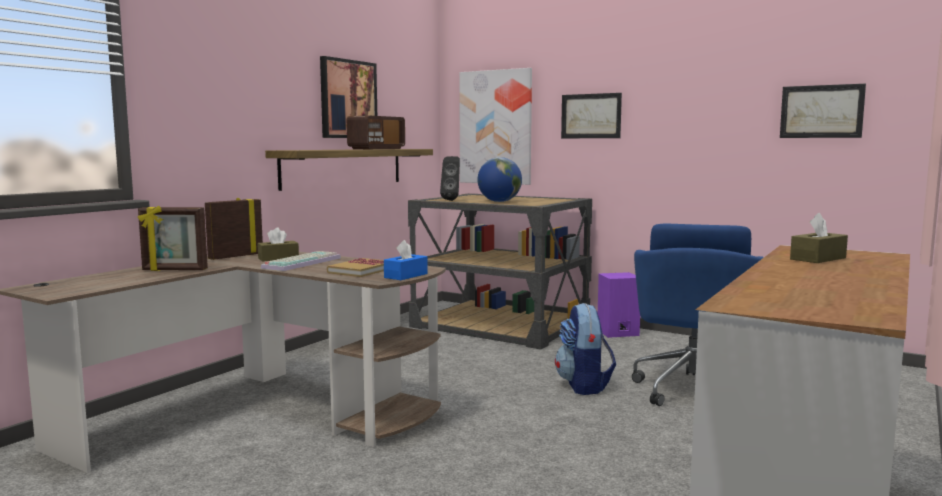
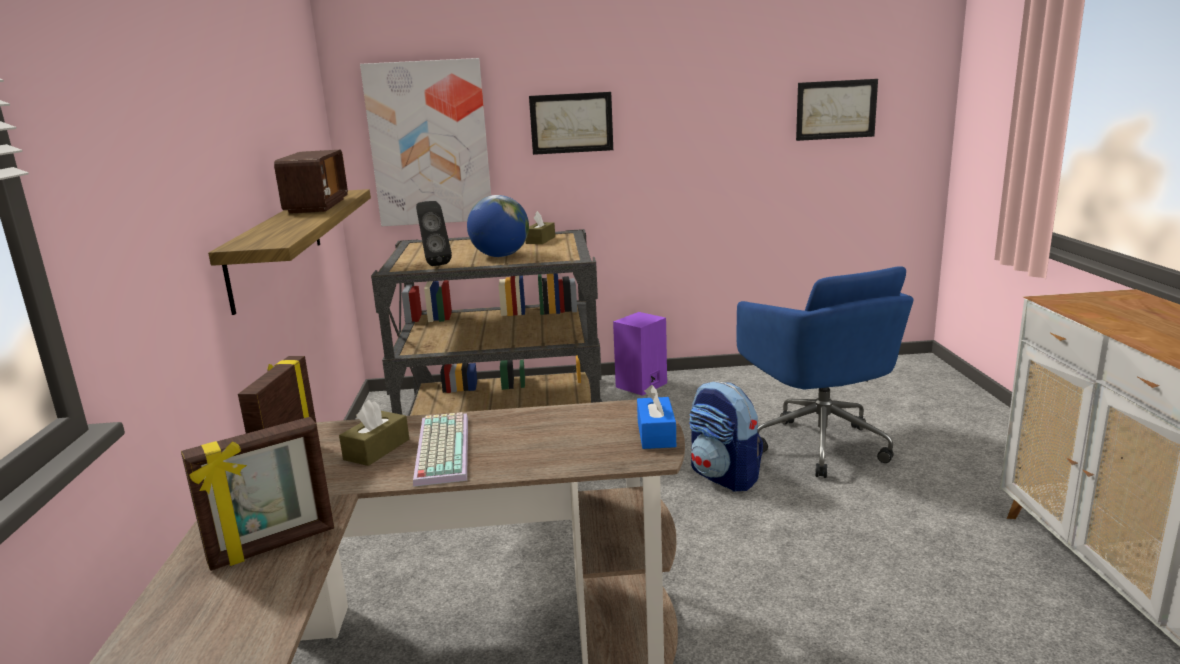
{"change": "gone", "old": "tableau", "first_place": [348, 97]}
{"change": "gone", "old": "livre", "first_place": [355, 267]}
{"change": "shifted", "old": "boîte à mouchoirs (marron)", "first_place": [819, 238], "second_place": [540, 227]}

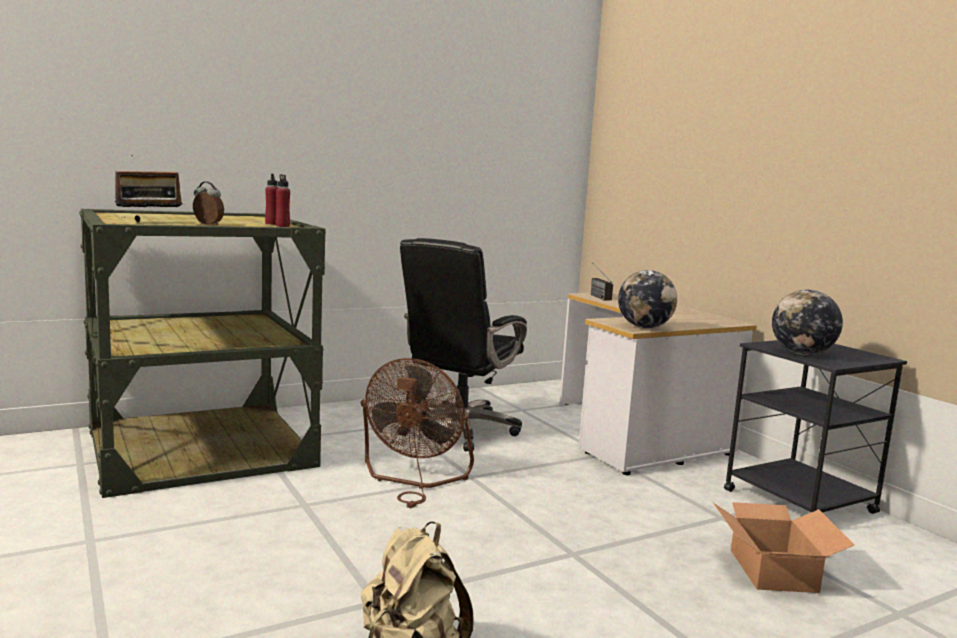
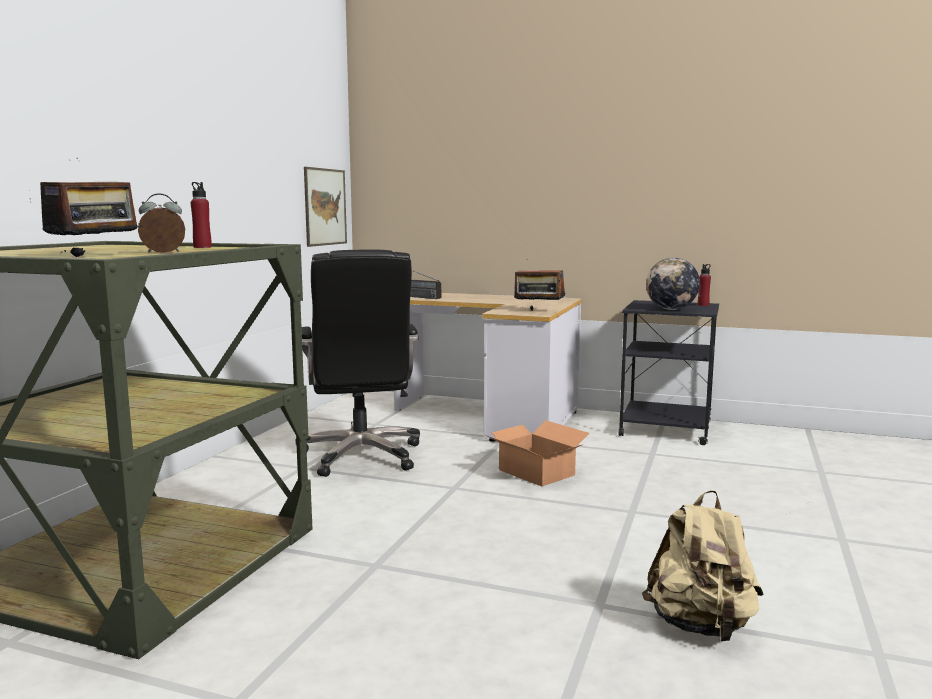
{"change": "gone", "old": "ventilateur (marron)", "first_place": [417, 433]}
{"change": "new", "new": "tableau", "second_place": [325, 207]}
{"change": "shifted", "old": "bouteille (rouge)", "first_place": [283, 200], "second_place": [704, 285]}
{"change": "shifted", "old": "carton", "first_place": [783, 547], "second_place": [537, 453]}
{"change": "swapped", "old": "globe", "new": "radio", "first_place": [647, 299], "second_place": [539, 285]}

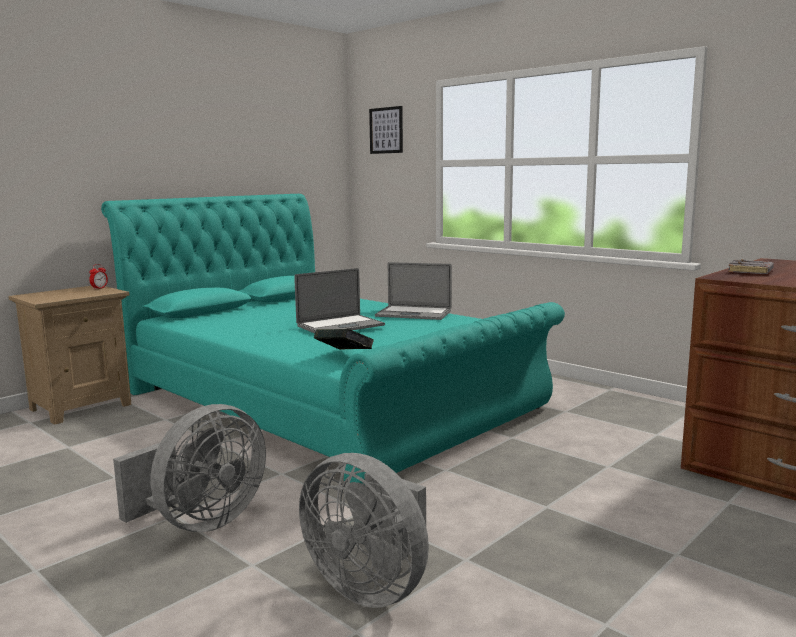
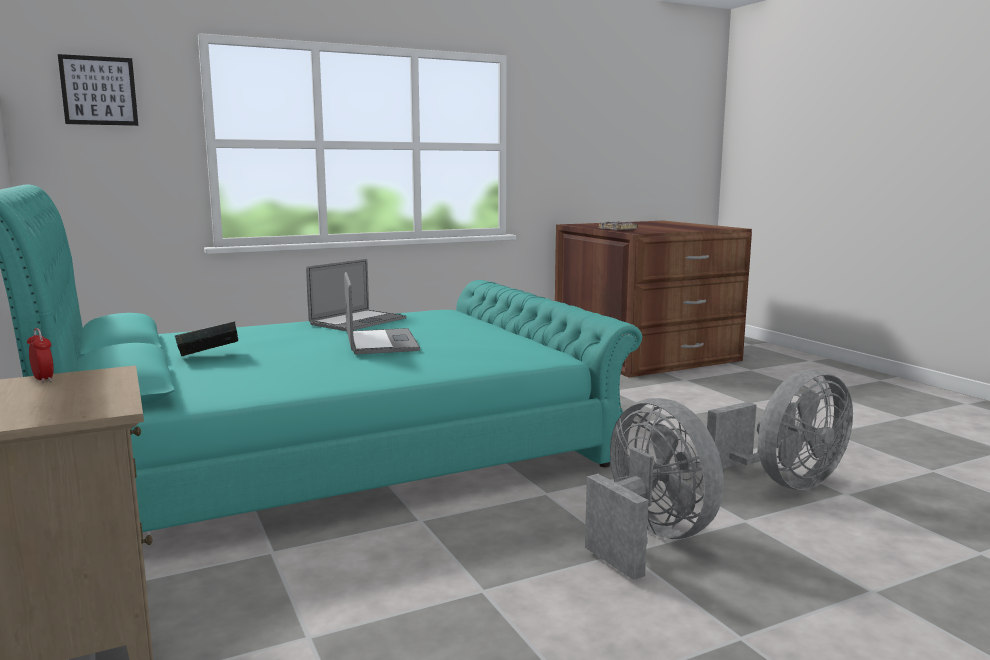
{"change": "shifted", "old": "livre", "first_place": [344, 339], "second_place": [206, 339]}

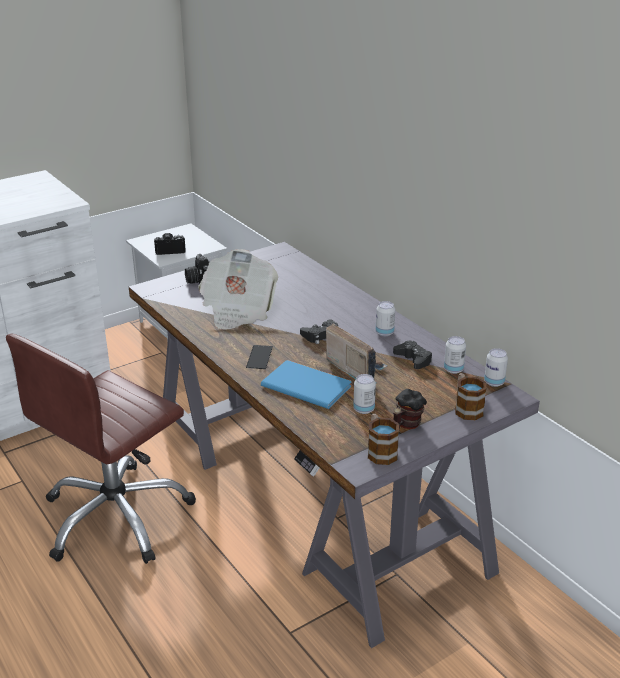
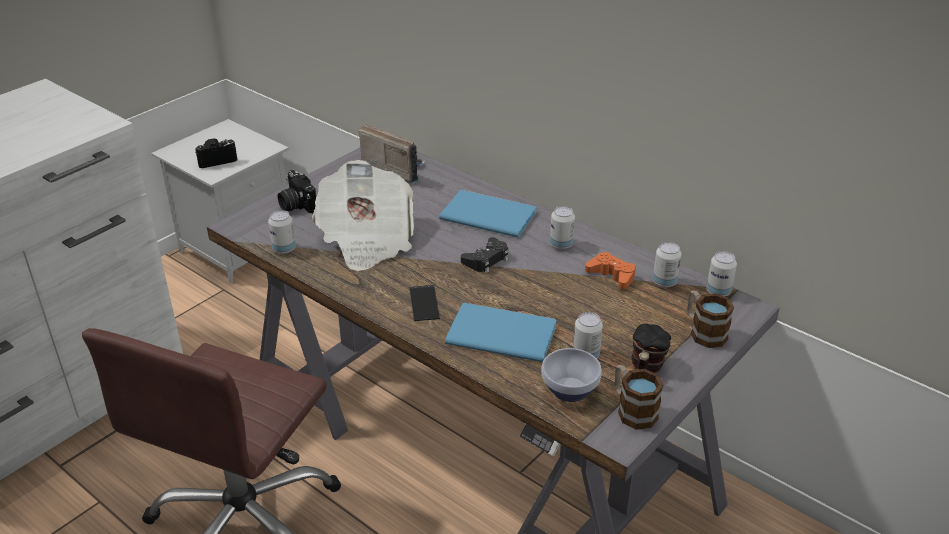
{"change": "new", "new": "boîte métallique", "second_place": [282, 232]}
{"change": "new", "new": "livre (bleu)", "second_place": [488, 214]}
{"change": "new", "new": "bol", "second_place": [572, 375]}
{"change": "shifted", "old": "radio", "first_place": [356, 353], "second_place": [392, 154]}
{"change": "repainted", "old": "manette (noir)", "new": "manette (orange)", "first_place": [412, 355], "second_place": [610, 270]}

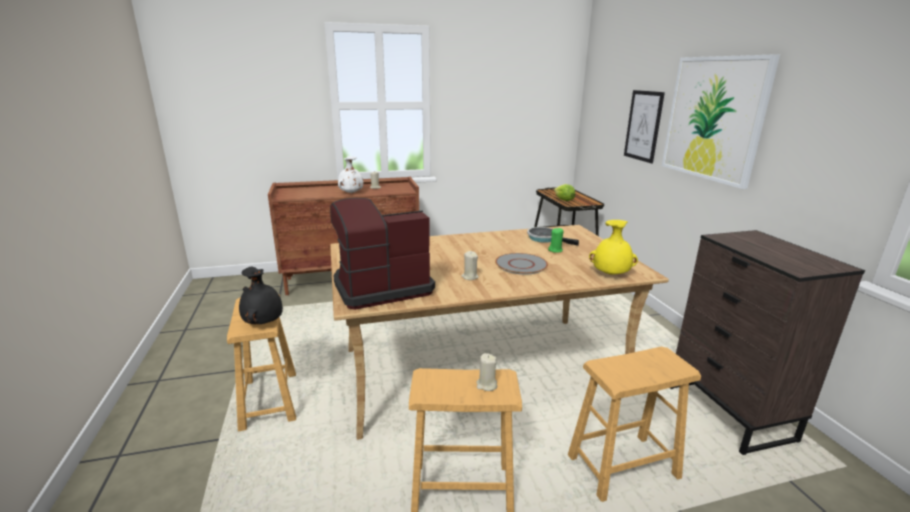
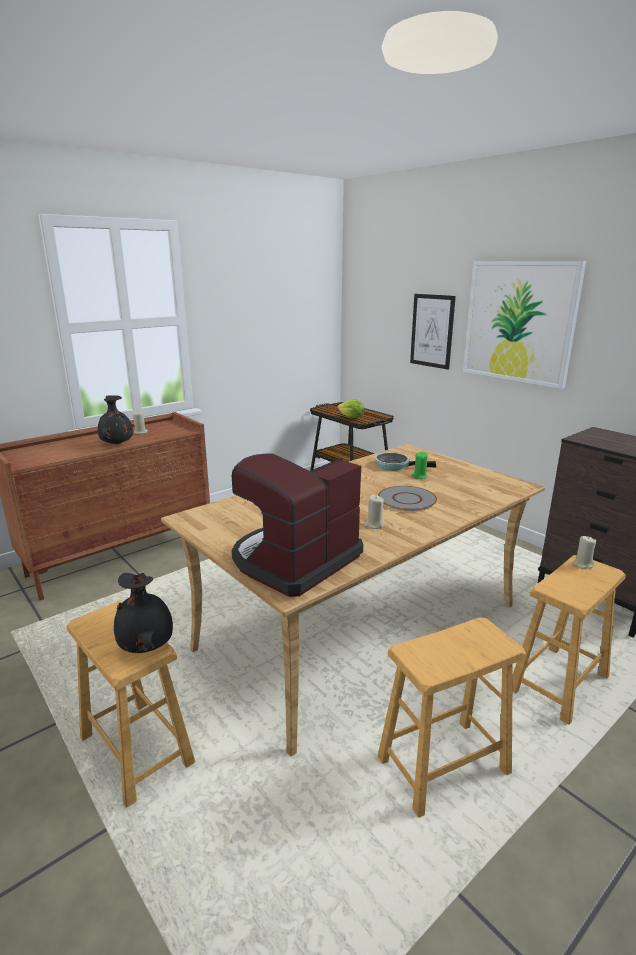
{"change": "gone", "old": "vase (jaune)", "first_place": [613, 247]}
{"change": "shifted", "old": "bougie (beige)", "first_place": [486, 372], "second_place": [585, 552]}
{"change": "repainted", "old": "vase (blanc)", "new": "vase (noir)", "first_place": [350, 174], "second_place": [115, 419]}

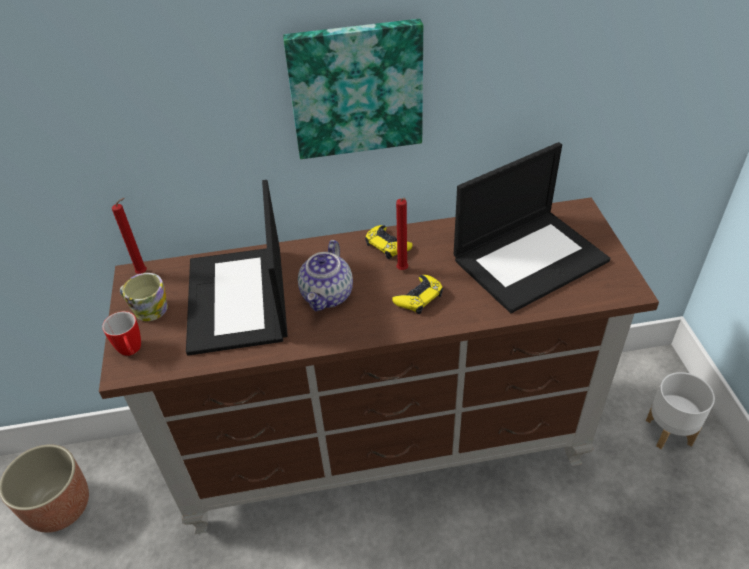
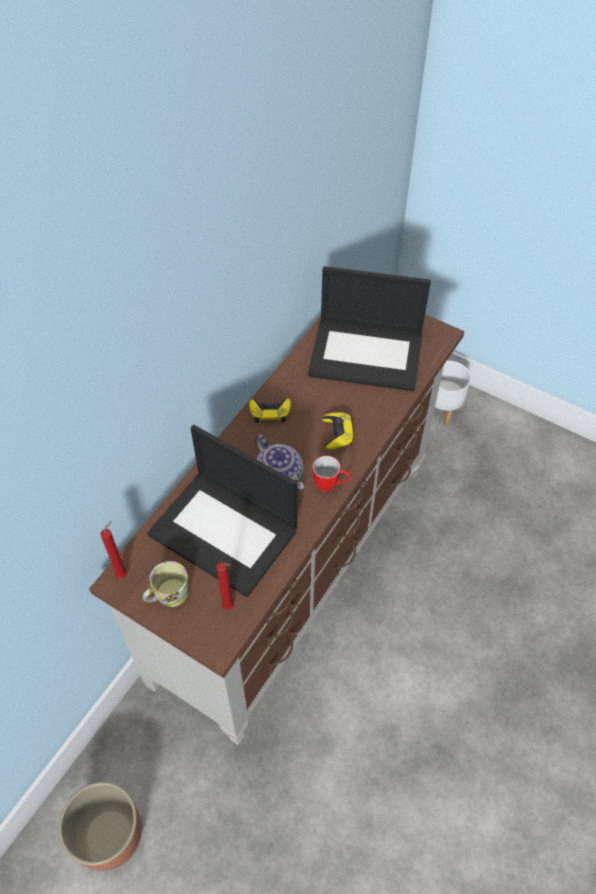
{"change": "gone", "old": "tableau", "first_place": [353, 89]}
{"change": "shifted", "old": "mug", "first_place": [121, 333], "second_place": [332, 474]}
{"change": "shifted", "old": "bougie (rouge)", "first_place": [402, 234], "second_place": [225, 586]}
{"change": "rotated", "old": "ordinateur portable", "first_place": [532, 227], "second_place": [369, 328], "degrees": 90}

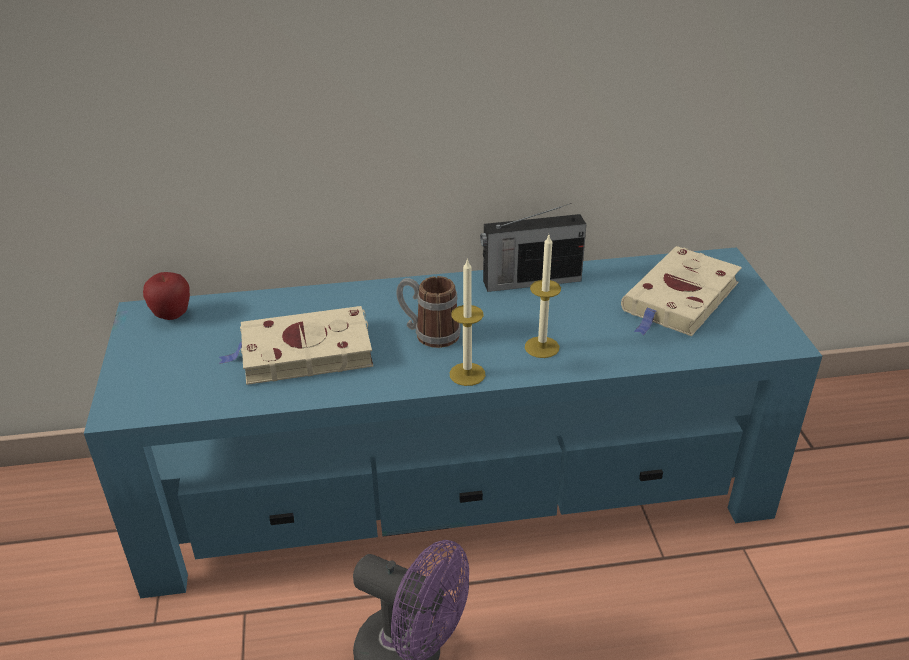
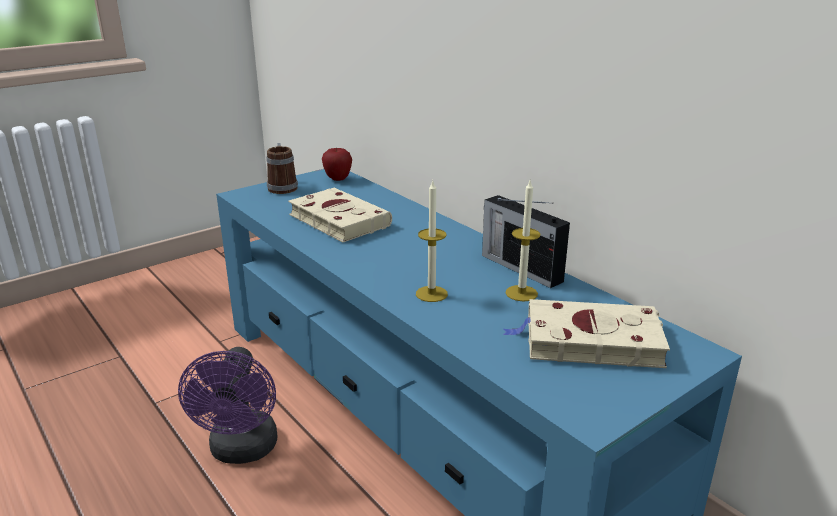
{"change": "shifted", "old": "mug", "first_place": [428, 312], "second_place": [282, 168]}
{"change": "shifted", "old": "bougie", "first_place": [467, 322], "second_place": [523, 241]}

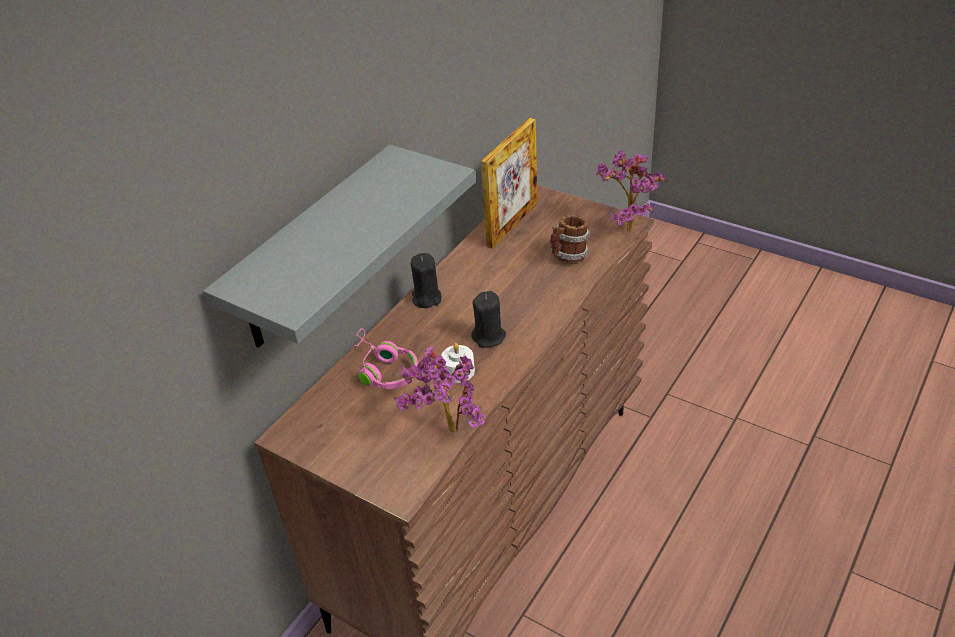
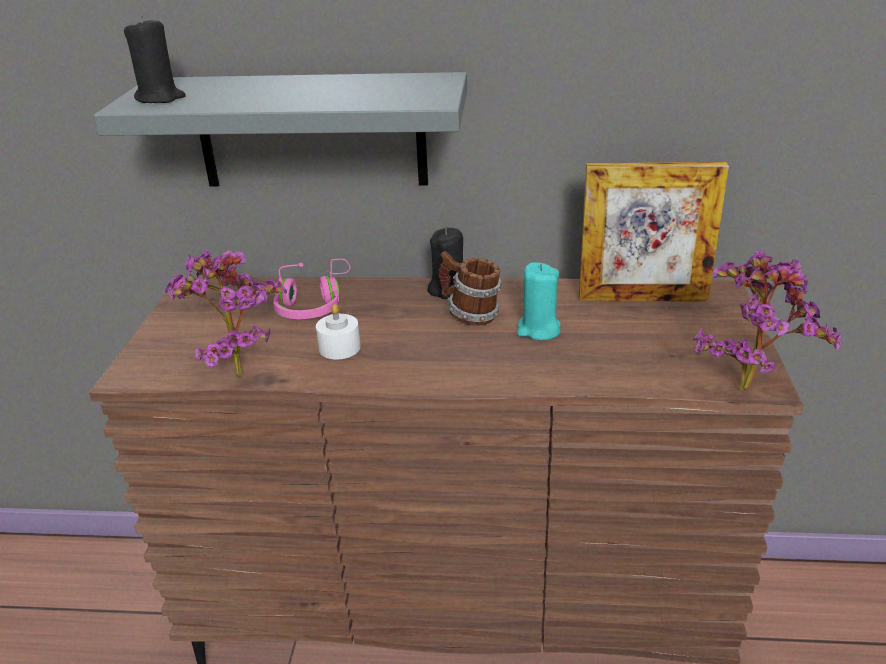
{"change": "new", "new": "bougie (turquoise)", "second_place": [539, 301]}
{"change": "shifted", "old": "bougie (noir)", "first_place": [488, 319], "second_place": [155, 59]}
{"change": "shifted", "old": "mug", "first_place": [570, 239], "second_place": [470, 288]}

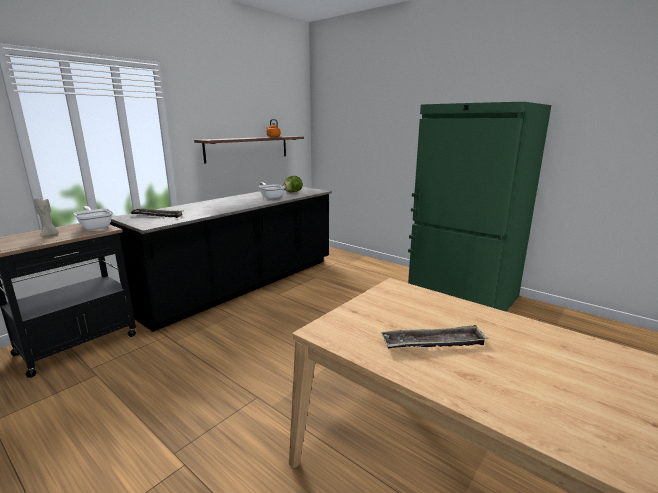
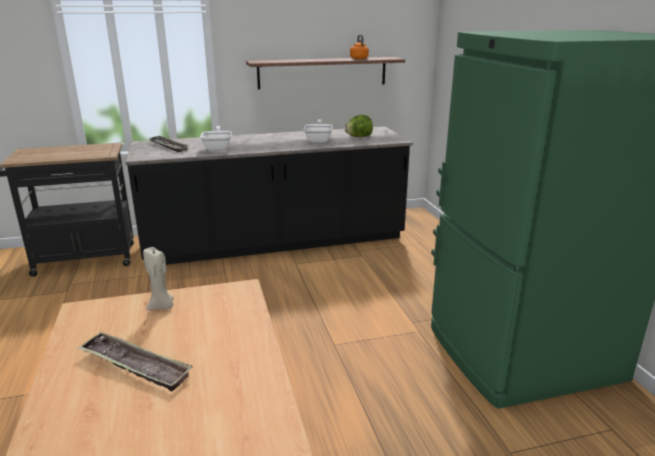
{"change": "shifted", "old": "bougie (beige)", "first_place": [46, 216], "second_place": [158, 279]}
{"change": "shifted", "old": "poêle", "first_place": [93, 218], "second_place": [216, 138]}

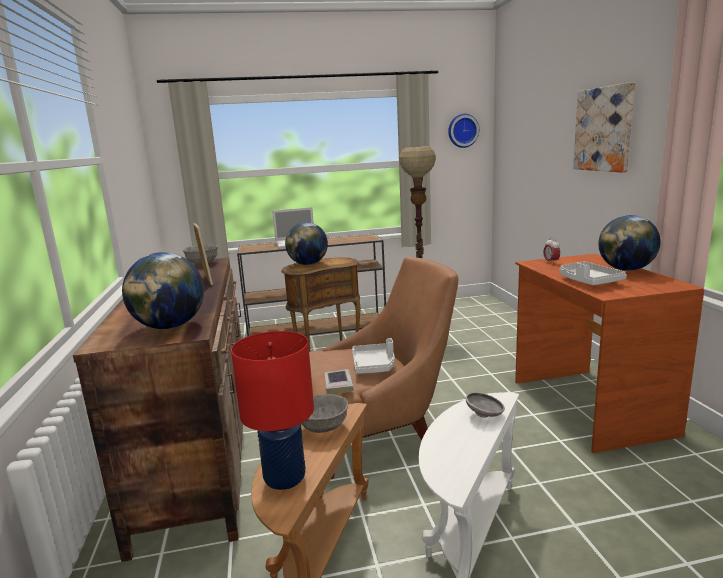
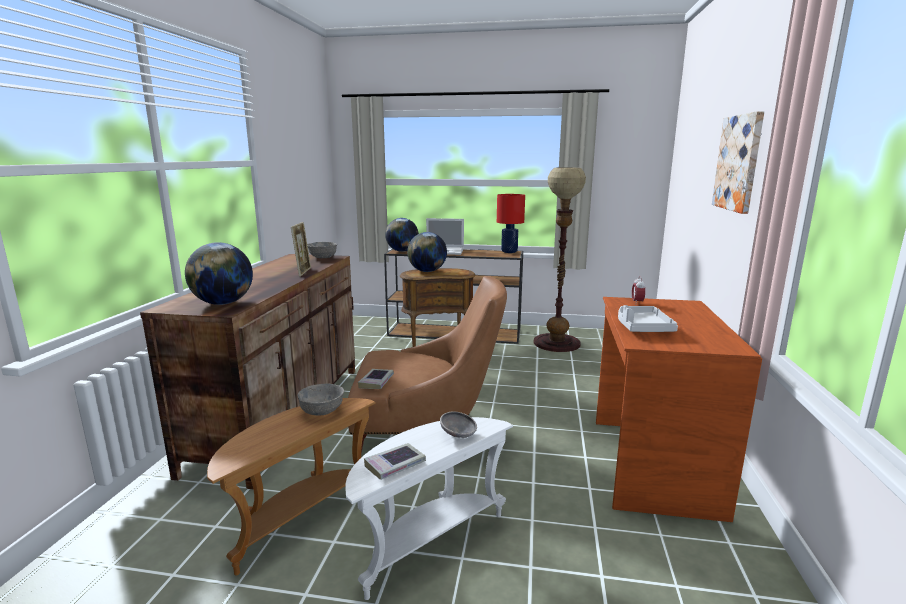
{"change": "gone", "old": "plateau (gris)", "first_place": [373, 356]}
{"change": "gone", "old": "horloge murale", "first_place": [463, 131]}
{"change": "new", "new": "livre", "second_place": [395, 461]}
{"change": "shifted", "old": "lampe de table (rouge)", "first_place": [272, 410], "second_place": [511, 223]}
{"change": "shifted", "old": "globe", "first_place": [629, 243], "second_place": [402, 235]}

